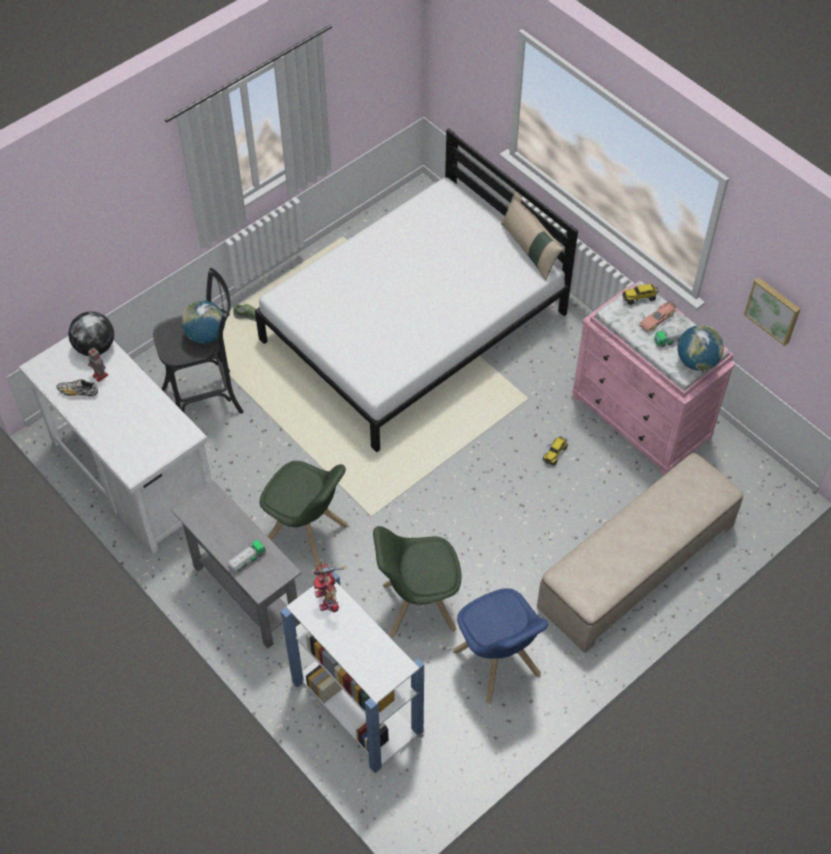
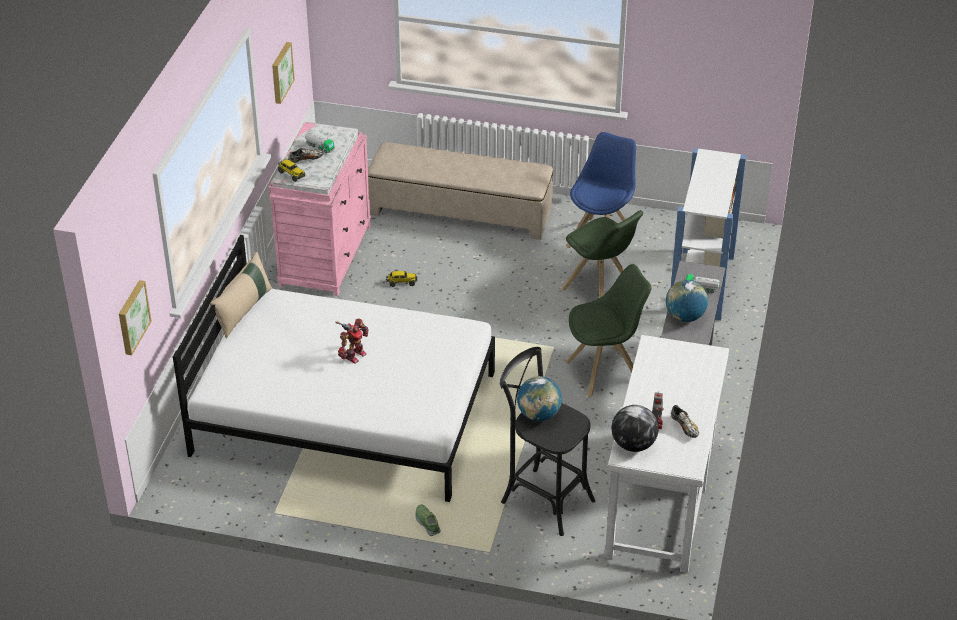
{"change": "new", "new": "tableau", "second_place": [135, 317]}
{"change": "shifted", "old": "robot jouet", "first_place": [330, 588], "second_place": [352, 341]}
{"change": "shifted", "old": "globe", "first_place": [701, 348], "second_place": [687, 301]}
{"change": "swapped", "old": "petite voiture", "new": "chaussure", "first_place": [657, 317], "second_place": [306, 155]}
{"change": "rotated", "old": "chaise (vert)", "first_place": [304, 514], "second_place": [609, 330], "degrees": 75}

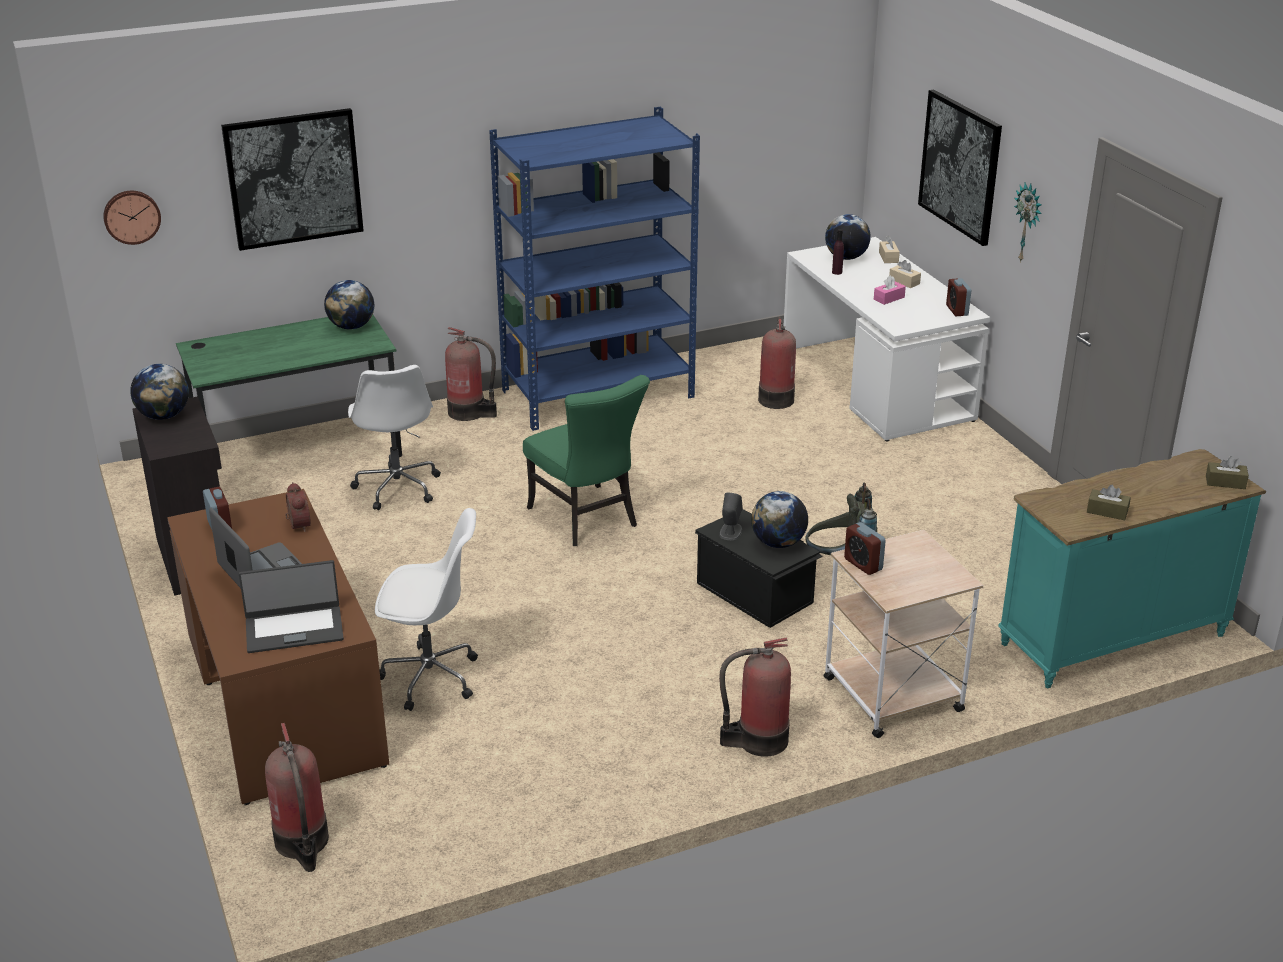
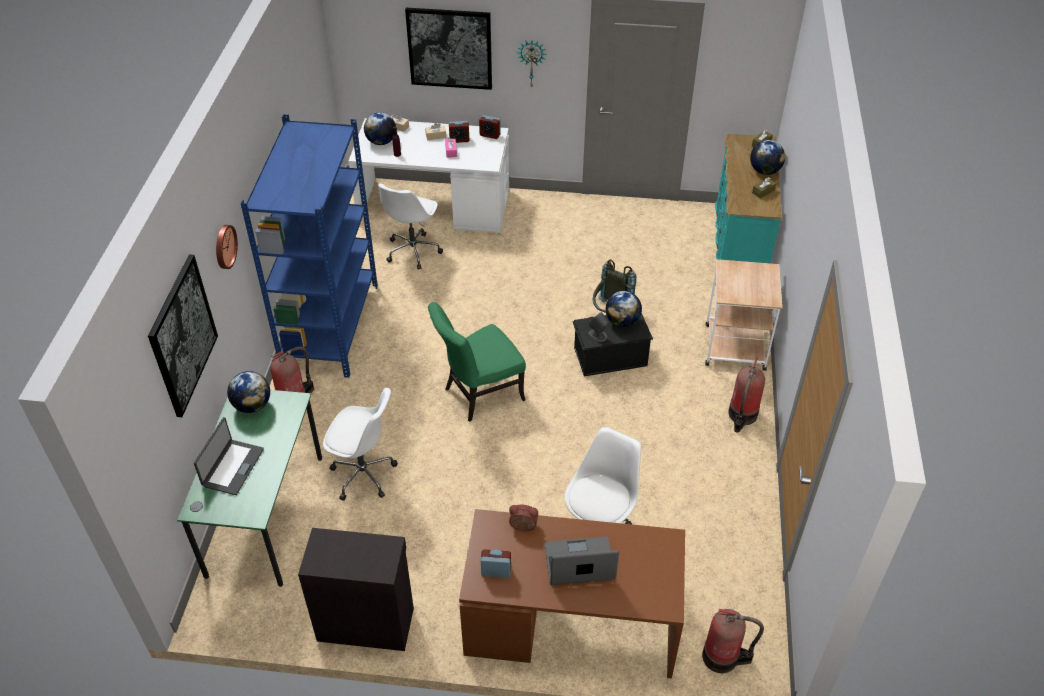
{"change": "shifted", "old": "horloge murale", "first_place": [132, 218], "second_place": [227, 247]}
{"change": "shifted", "old": "globe", "first_place": [159, 392], "second_place": [767, 157]}
{"change": "shifted", "old": "ordinateur portable", "first_place": [291, 606], "second_place": [229, 456]}
{"change": "shifted", "old": "réveil", "first_place": [865, 548], "second_place": [459, 132]}
{"change": "swapped", "old": "extincteur", "new": "chaise de bureau (blanc)", "first_place": [777, 363], "second_place": [410, 227]}
{"change": "rotated", "old": "chaise (vert)", "first_place": [586, 460], "second_place": [477, 362], "degrees": 150}

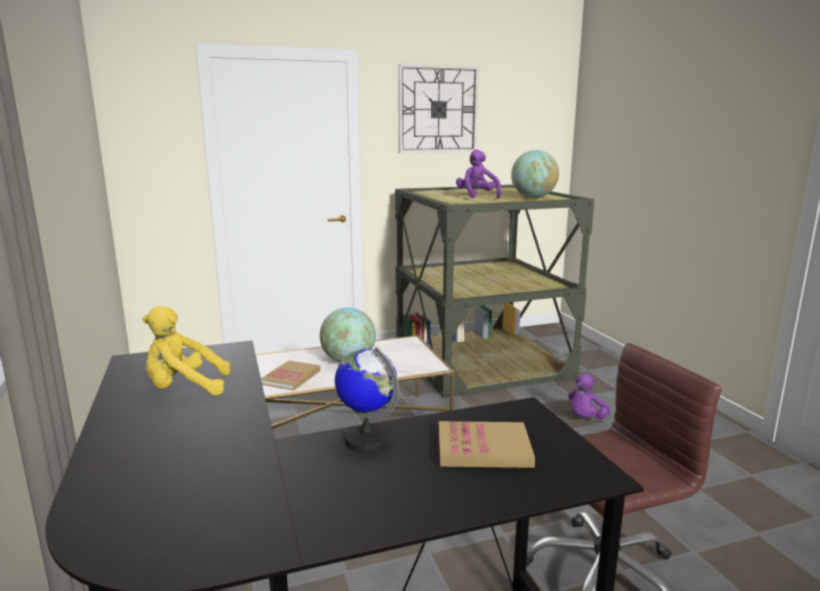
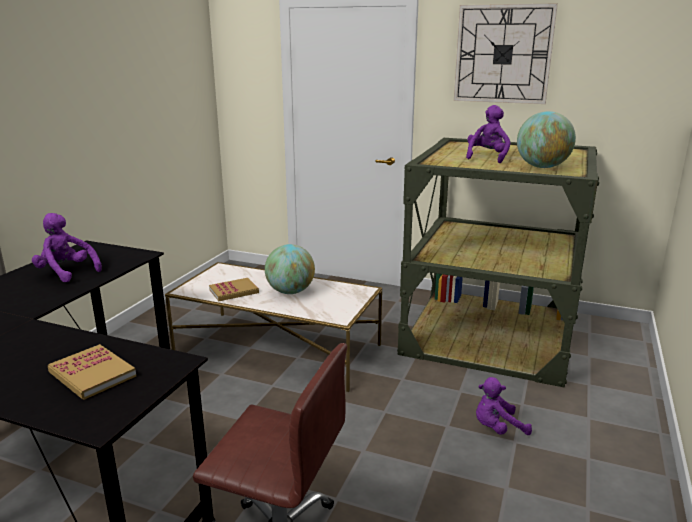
{"change": "gone", "old": "globe", "first_place": [367, 400]}
{"change": "repainted", "old": "peluche (jaune)", "new": "peluche (violet)", "first_place": [186, 351], "second_place": [67, 247]}

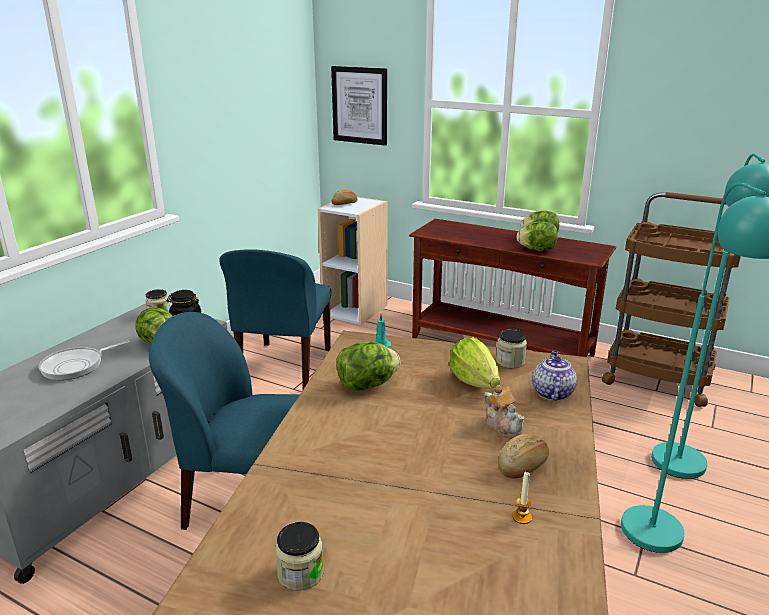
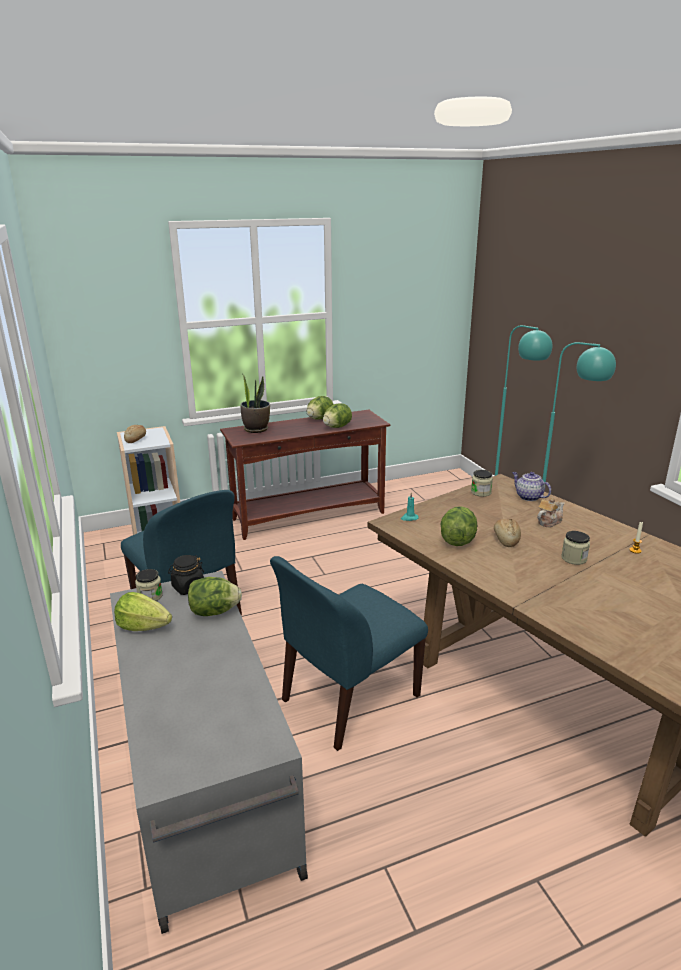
{"change": "gone", "old": "poêle", "first_place": [84, 360]}
{"change": "gone", "old": "tableau", "first_place": [359, 106]}
{"change": "gone", "old": "chariot (marron)", "first_place": [671, 299]}
{"change": "new", "new": "plante en pot", "second_place": [255, 404]}
{"change": "shifted", "old": "bocal", "first_place": [299, 556], "second_place": [575, 548]}
{"change": "shifted", "old": "laitue", "first_place": [474, 363], "second_place": [143, 611]}
{"change": "shifted", "old": "pain", "first_place": [523, 456], "second_place": [507, 533]}
{"change": "rotated", "old": "théière", "first_place": [504, 412], "second_place": [551, 512], "degrees": -45}

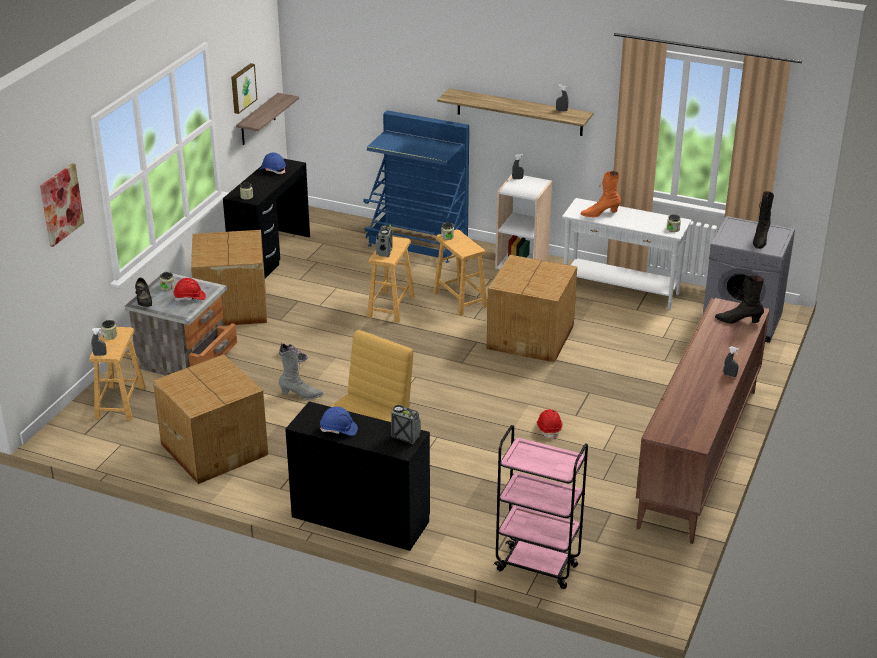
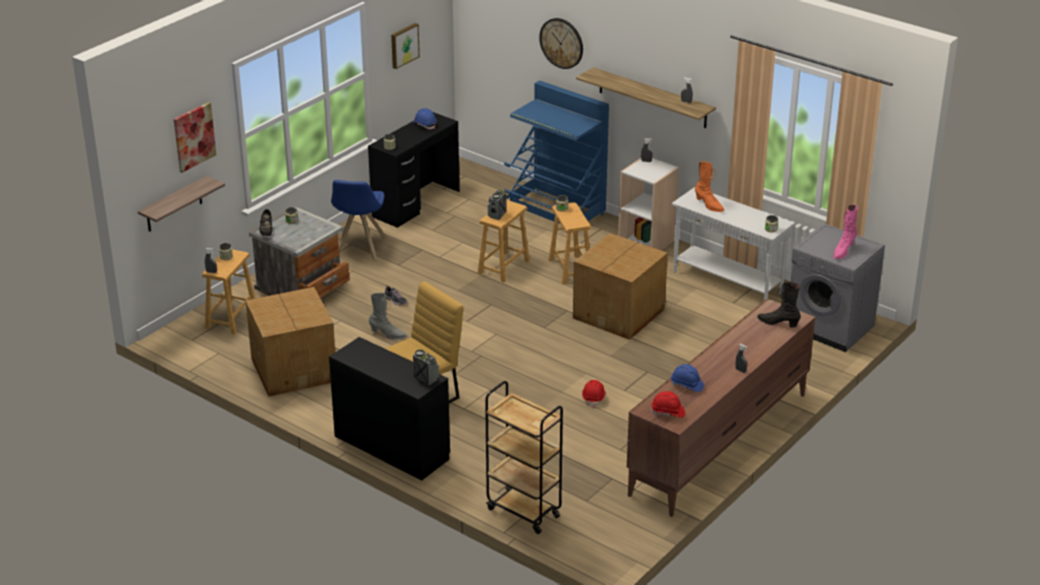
{"change": "new", "new": "horloge murale", "second_place": [561, 43]}
{"change": "shifted", "old": "casque de chantier (rouge)", "first_place": [189, 289], "second_place": [667, 404]}
{"change": "shifted", "old": "étagère", "first_place": [267, 119], "second_place": [181, 204]}
{"change": "shifted", "old": "casque de chantier (bleu)", "first_place": [339, 421], "second_place": [687, 378]}
{"change": "swapped", "old": "carton", "new": "chaise (bleu)", "first_place": [229, 278], "second_place": [359, 220]}
{"change": "repainted", "old": "chariot (rose)", "new": "chariot (marron)", "first_place": [540, 507], "second_place": [524, 457]}
{"change": "repainted", "old": "botte (noir)", "new": "botte (rose)", "first_place": [763, 220], "second_place": [845, 232]}
{"change": "rotated", "old": "botte (orange)", "first_place": [601, 194], "second_place": [709, 187], "degrees": -135}

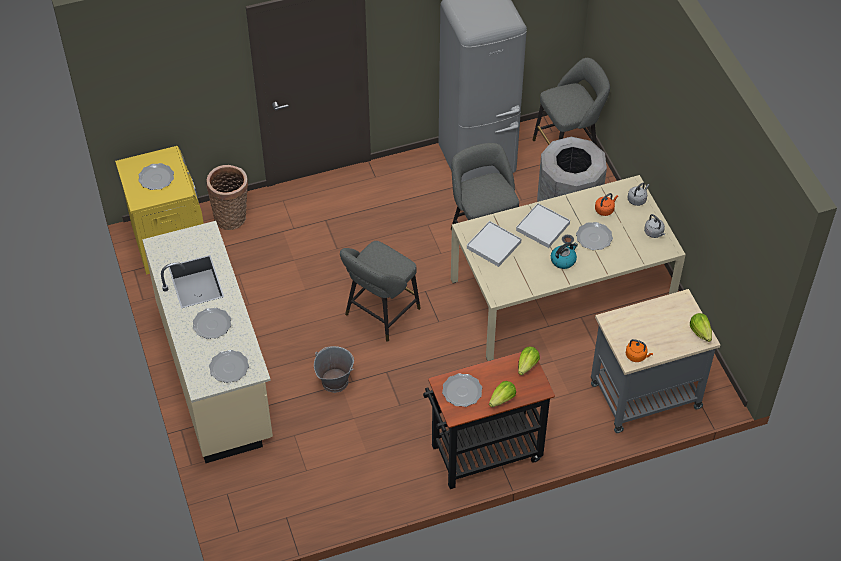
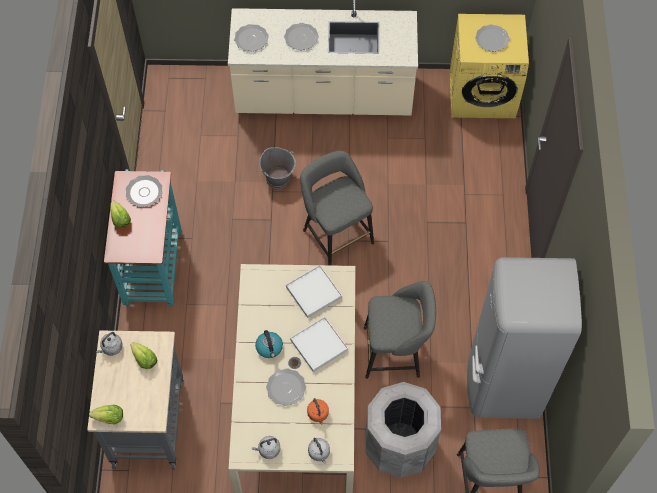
{"change": "gone", "old": "panier", "first_place": [227, 197]}
{"change": "shifted", "old": "laitue", "first_place": [529, 361], "second_place": [144, 355]}
{"change": "repainted", "old": "chariot (noir)", "new": "chariot (turquoise)", "first_place": [489, 420], "second_place": [143, 237]}
{"change": "repainted", "old": "bouilloire (orange)", "new": "bouilloire (gris)", "first_place": [639, 350], "second_place": [109, 344]}

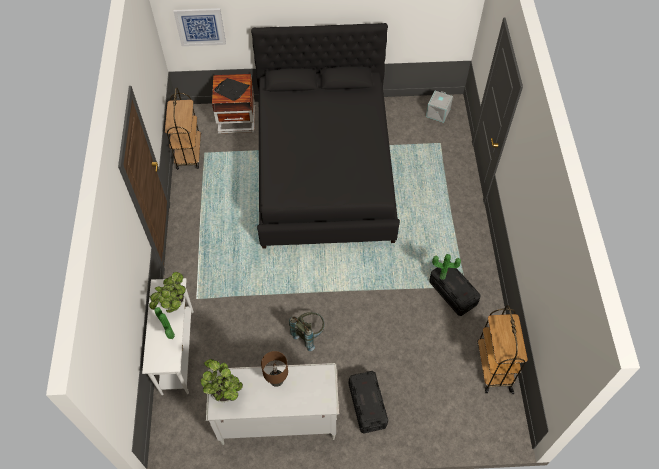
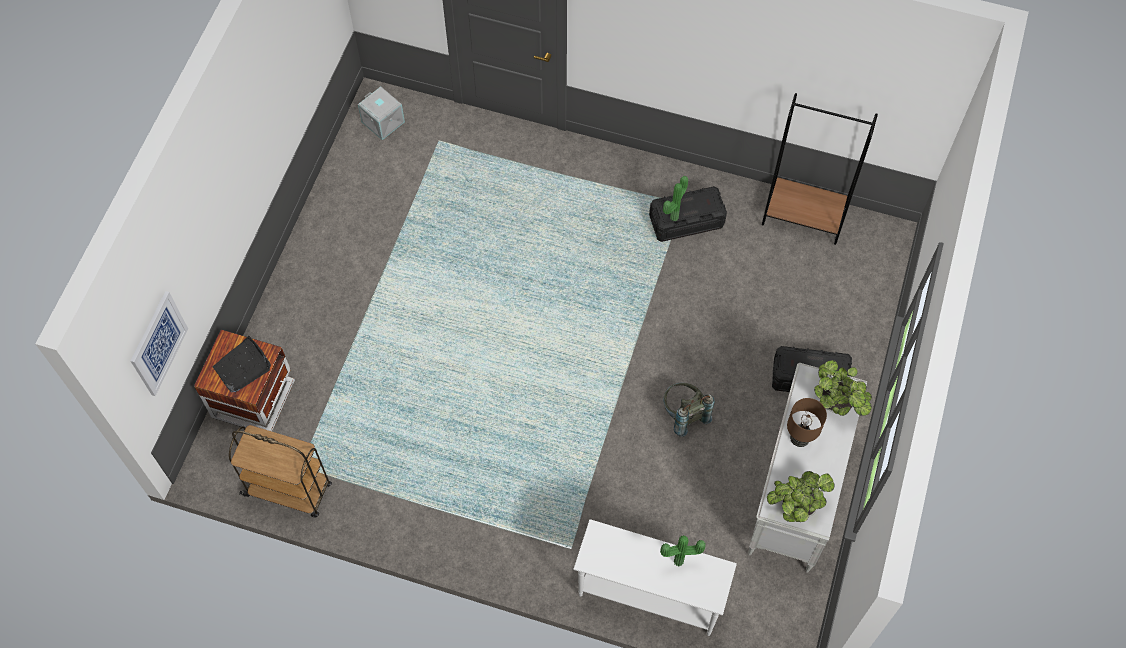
{"change": "gone", "old": "lit (noir)", "first_place": [325, 136]}
{"change": "shifted", "old": "plante en pot", "first_place": [167, 292], "second_place": [843, 388]}
{"change": "swapped", "old": "chariot (marron)", "new": "portant", "first_place": [502, 349], "second_place": [820, 169]}

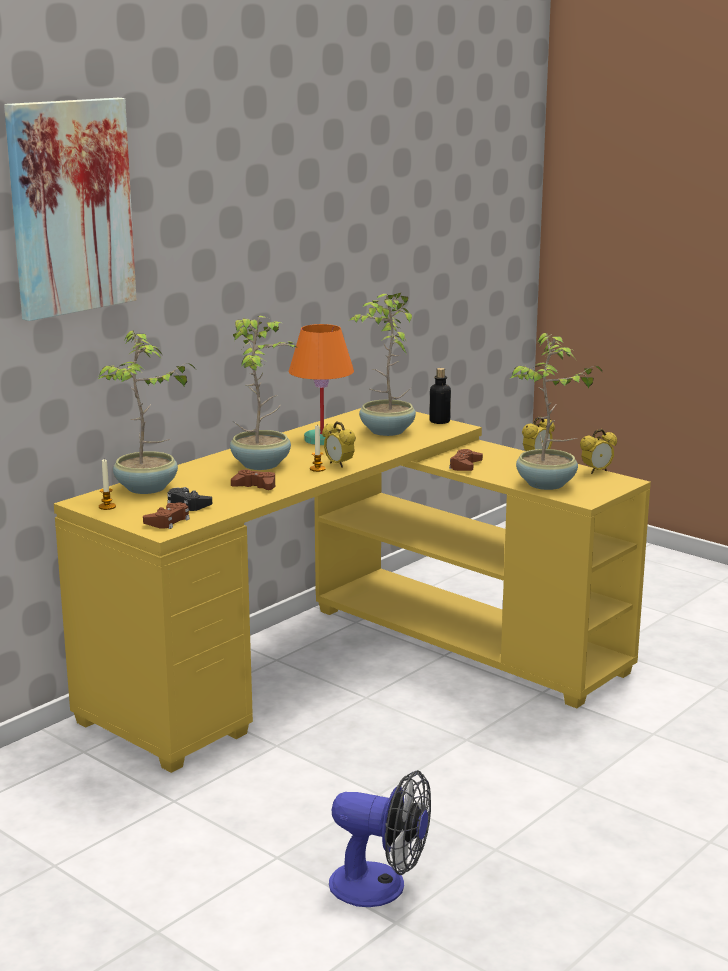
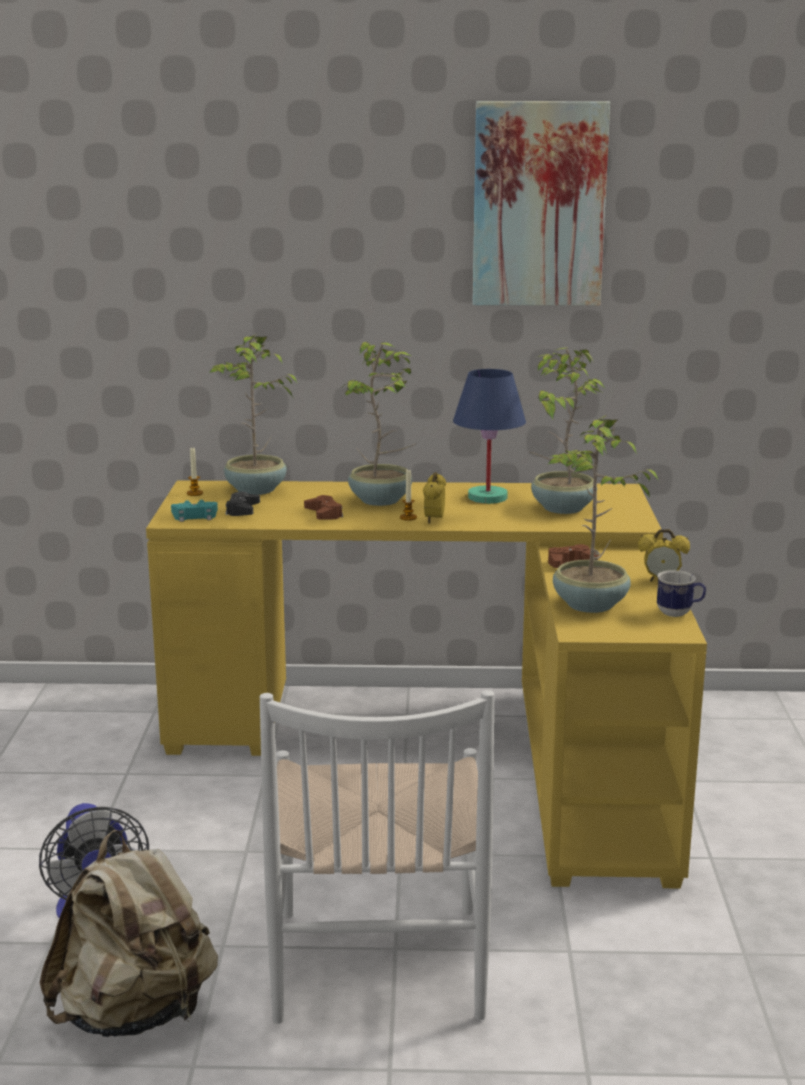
{"change": "gone", "old": "bouteille", "first_place": [440, 396]}
{"change": "new", "new": "sac à dos (beige)", "second_place": [129, 933]}
{"change": "new", "new": "chaise (blanc)", "second_place": [377, 857]}
{"change": "shifted", "old": "tableau", "first_place": [70, 209], "second_place": [541, 203]}
{"change": "swapped", "old": "réveil", "new": "mug", "first_place": [598, 451], "second_place": [681, 593]}
{"change": "repainted", "old": "manette (marron)", "new": "manette (turquoise)", "first_place": [166, 516], "second_place": [194, 511]}
{"change": "repainted", "old": "lampe de table (orange)", "new": "lampe de table (bleu)", "first_place": [321, 384], "second_place": [489, 436]}

